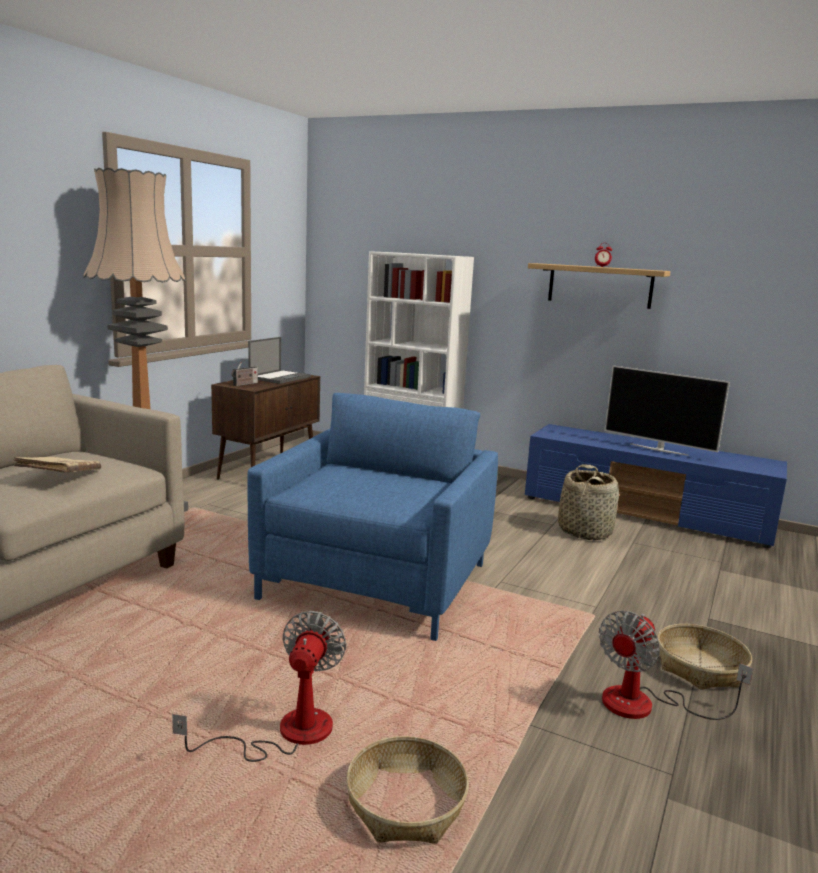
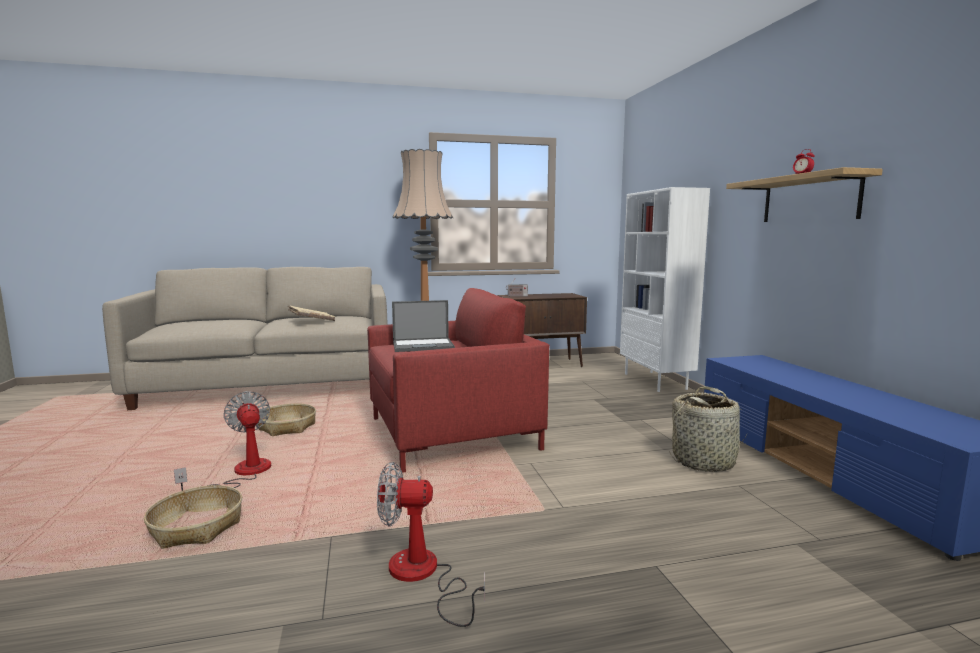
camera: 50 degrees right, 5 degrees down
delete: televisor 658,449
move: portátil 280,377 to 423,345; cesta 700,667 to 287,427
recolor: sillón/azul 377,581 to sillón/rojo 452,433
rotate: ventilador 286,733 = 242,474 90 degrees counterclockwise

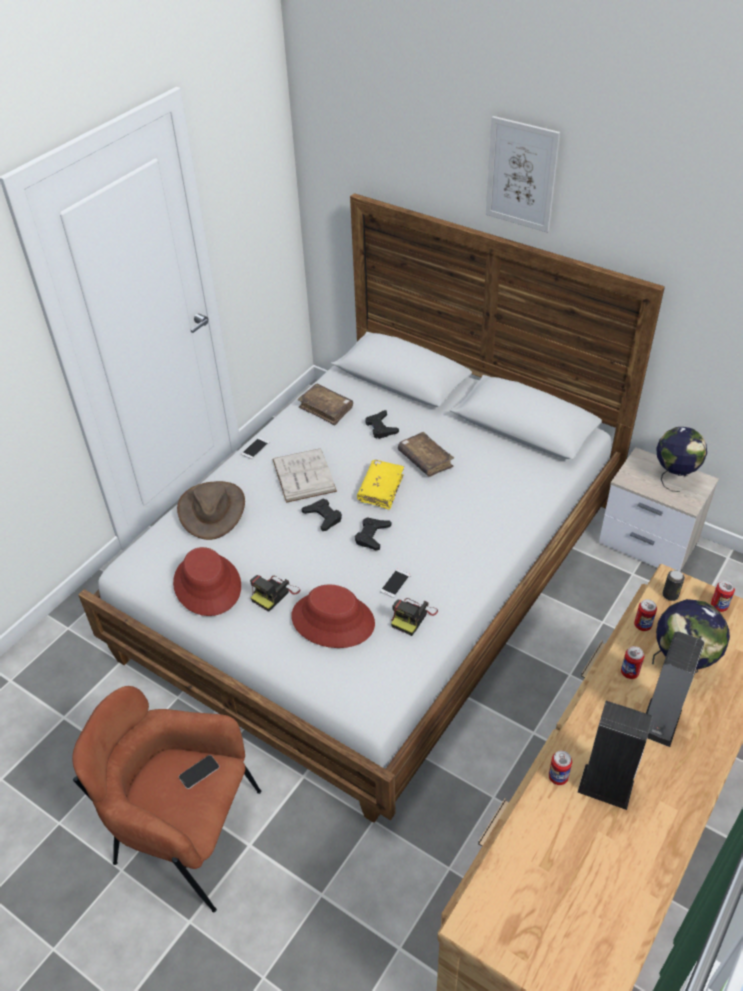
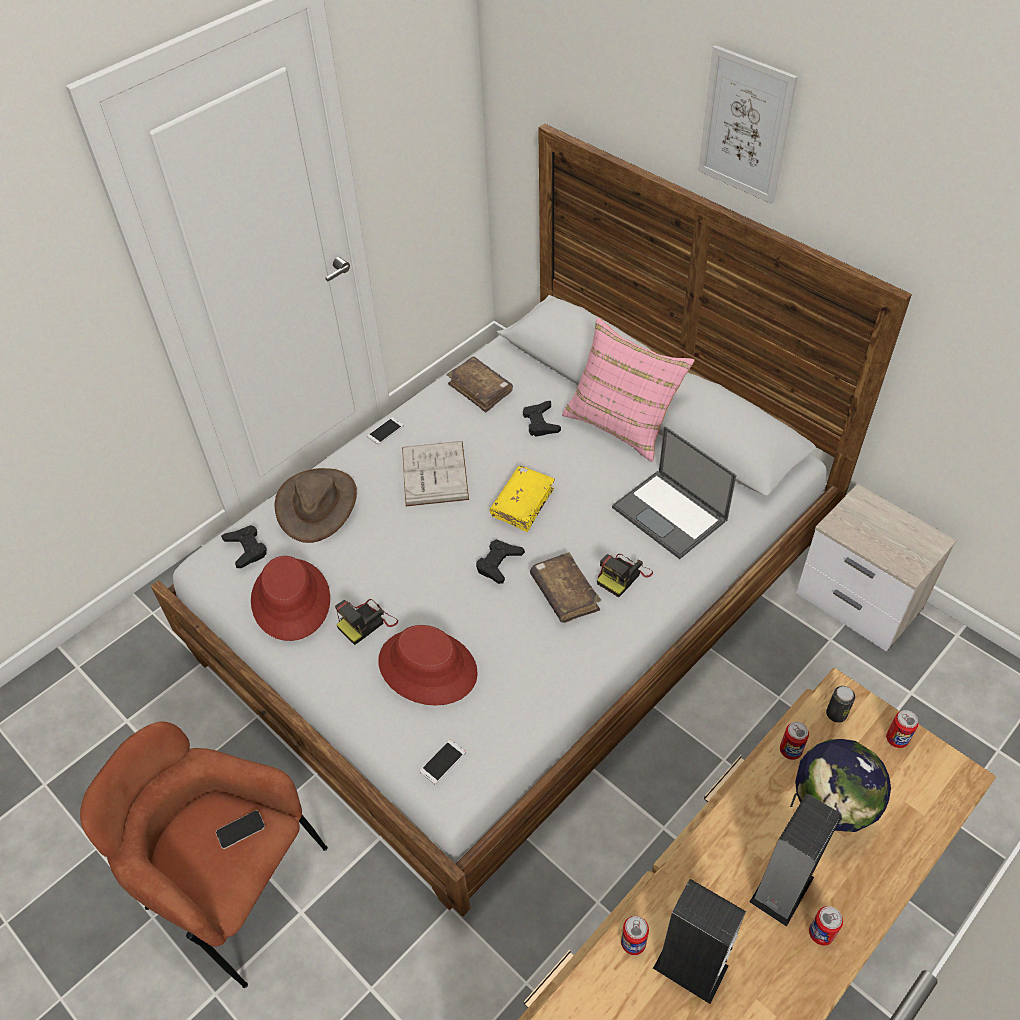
camera: 10 degrees right, 5 degrees up
delete: globo terráqueo 674,477
insert: cojín/rosa 622,422; portátil 671,514
move: mando de consola/negro 323,517 to 246,549; móvil 395,583 to 443,762; cámara 413,617 to 623,576; libro/marrón 425,460 to 564,593; lata 629,672 to 821,933

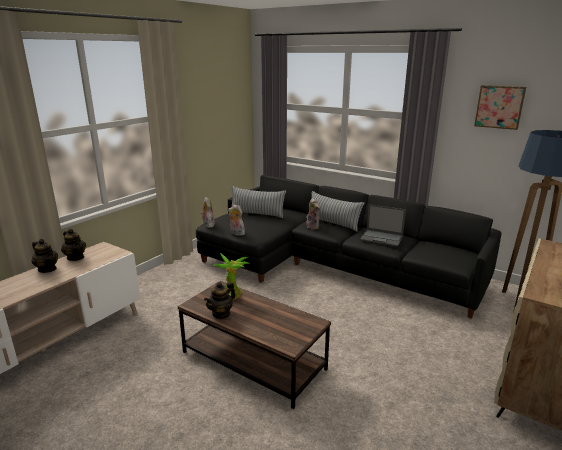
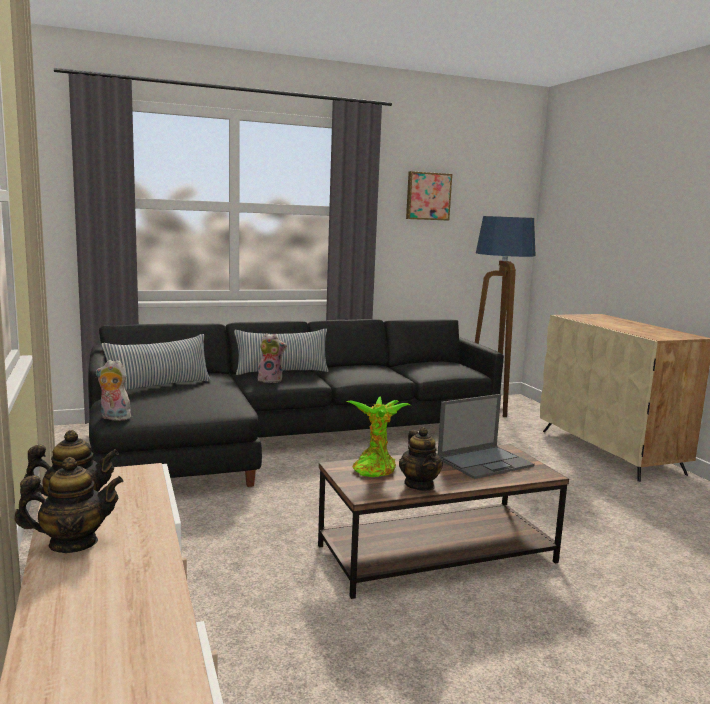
camera: 55 degrees left, 10 degrees down
delete: peluche 236,233
move: portátil 382,238 to 485,462

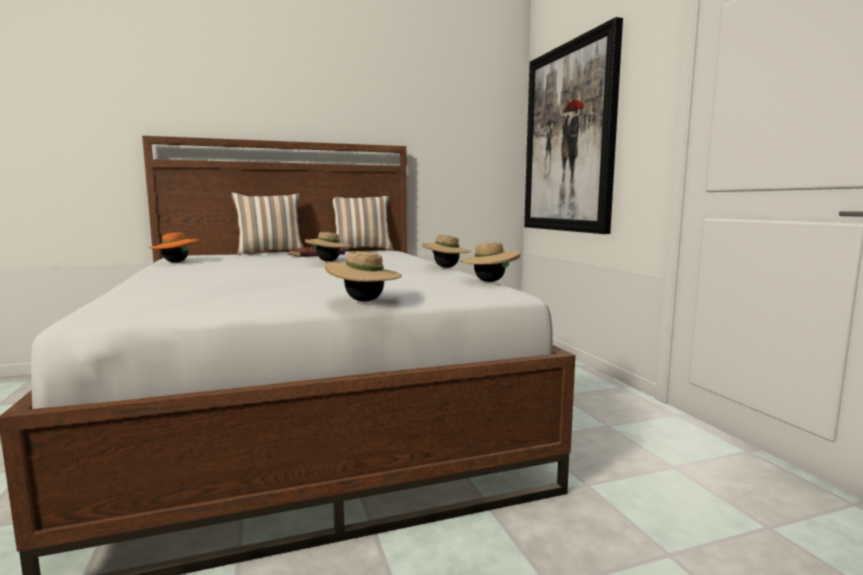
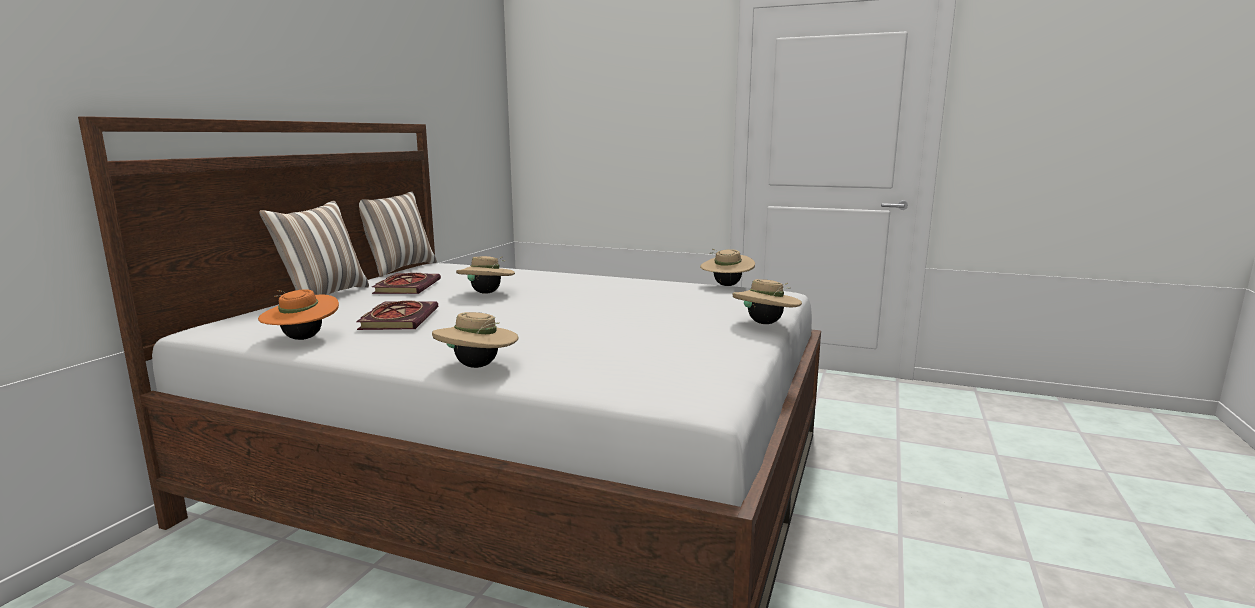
camera: 50 degrees left, 5 degrees up
delete: cuadro 569,139
insert: libro 398,319
move: sombrero/beis 446,267 to 478,366

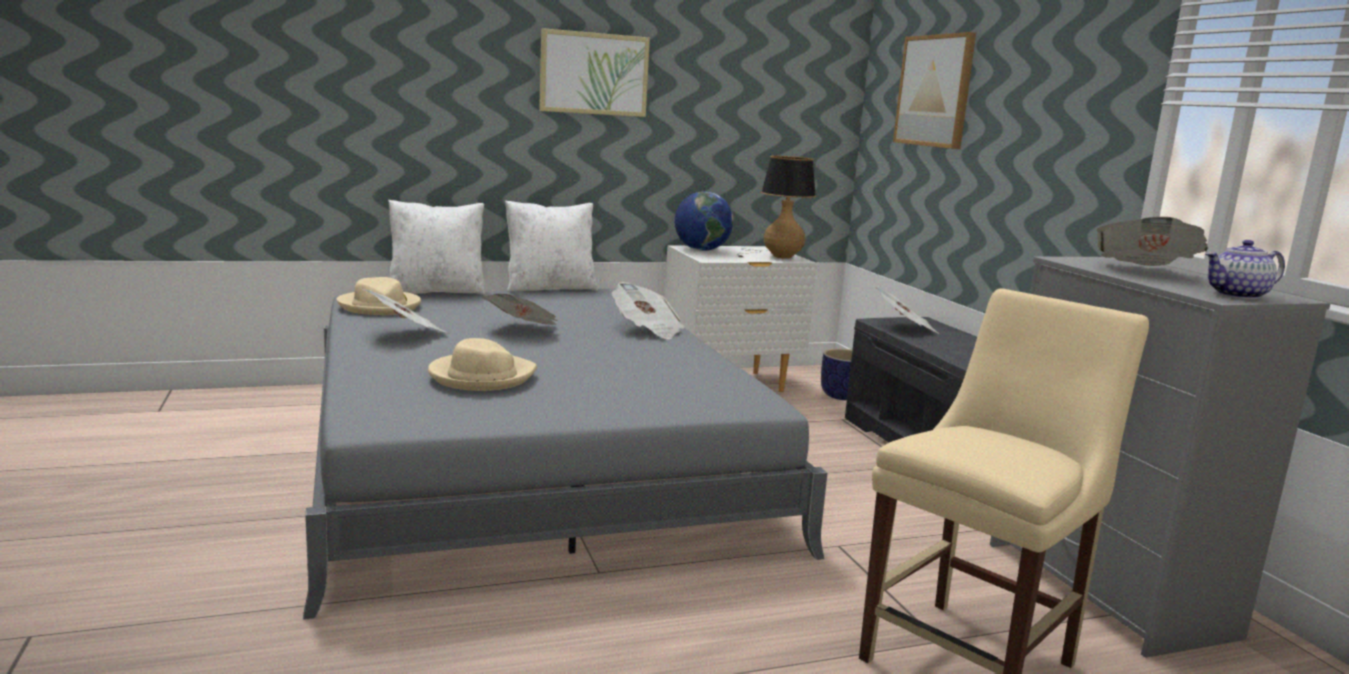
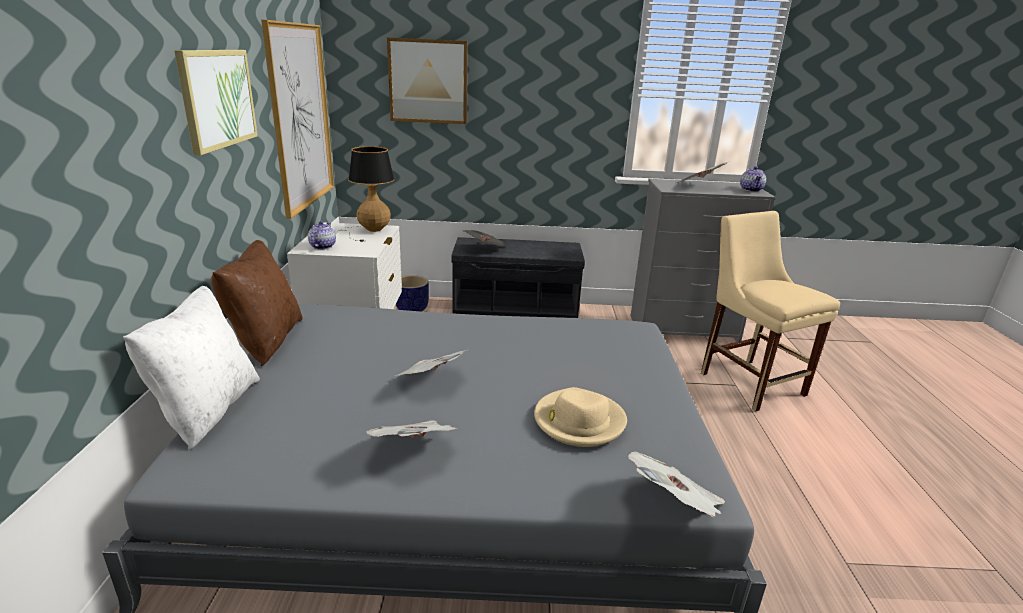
camera: 70 degrees left, 10 degrees up
delete: sombrero/beis 380,306
insert: cuadro 301,117
move: periódico 647,330 to 675,504
replace: globo terráqueo 701,250 to tetera 322,246
recolor: cojín/blanco 550,288 to cojín/marrón 265,340

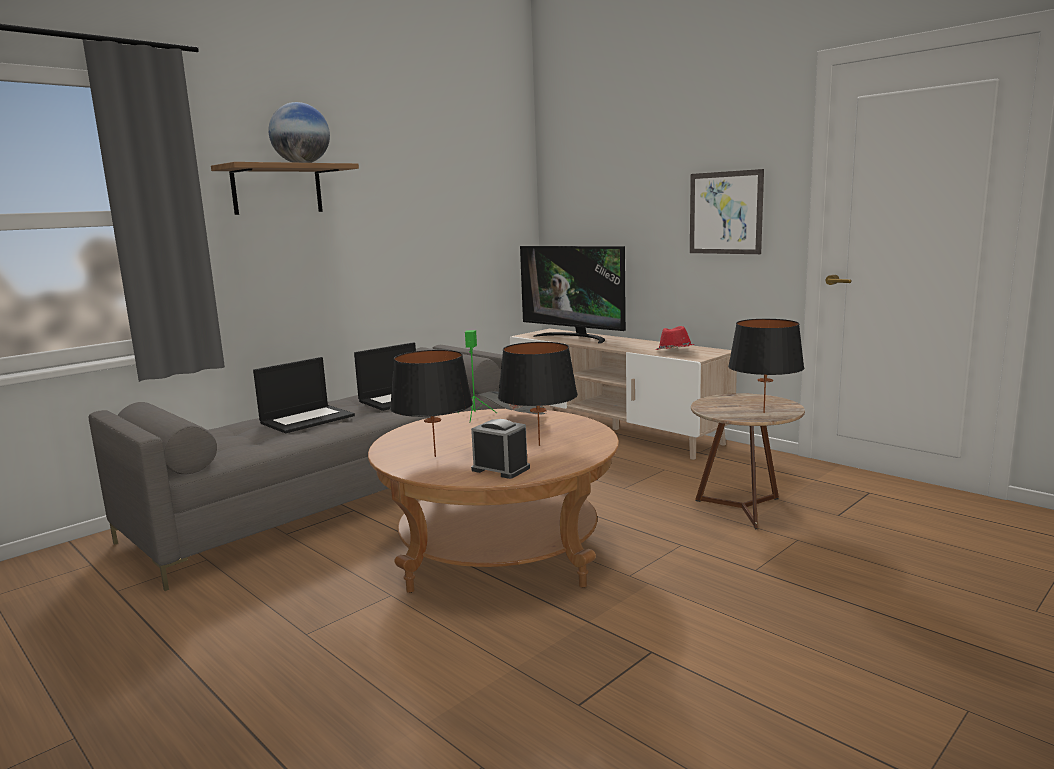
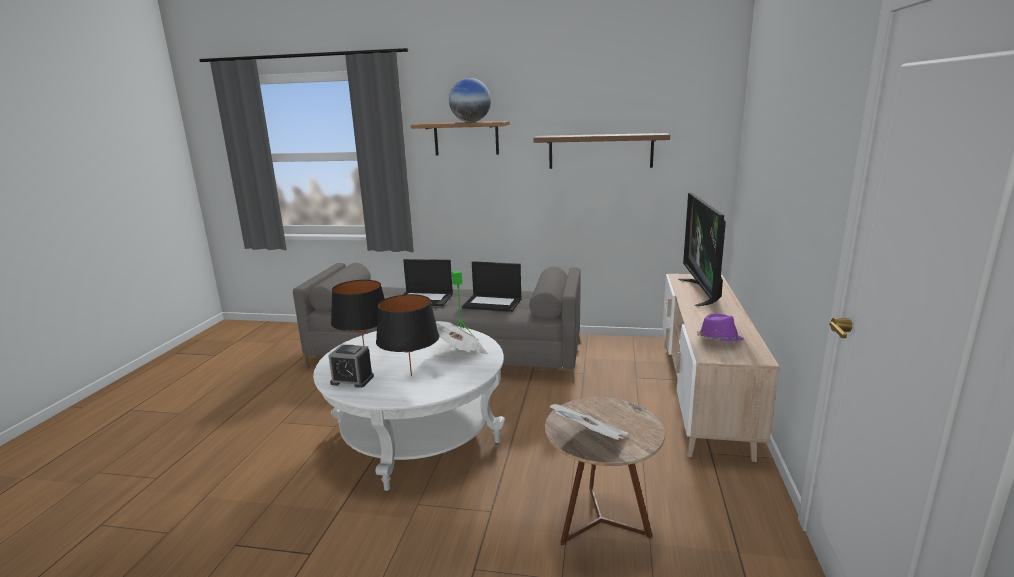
camera: 55 degrees right, 5 degrees up
delete: cuadro 725,213
insert: estante/marrón 600,151
replace: lámpara de mesa/negro 764,412 to periódico 590,440
recolor: mesa de centro/marrón 499,550 to mesa de centro/blanco 418,436; sombrero/rojo 674,351 to sombrero/morado 718,341
rotate: despertador 500,469 = 352,380 105 degrees clockwise

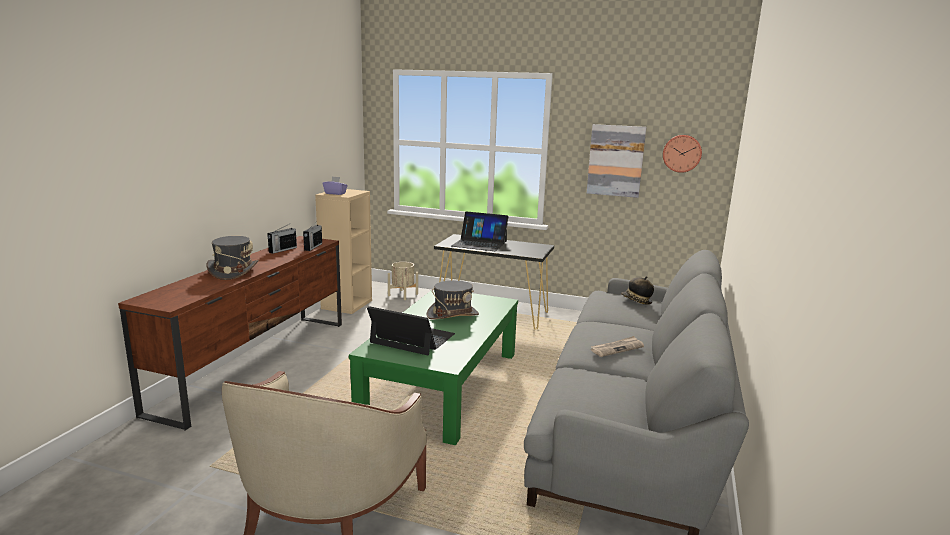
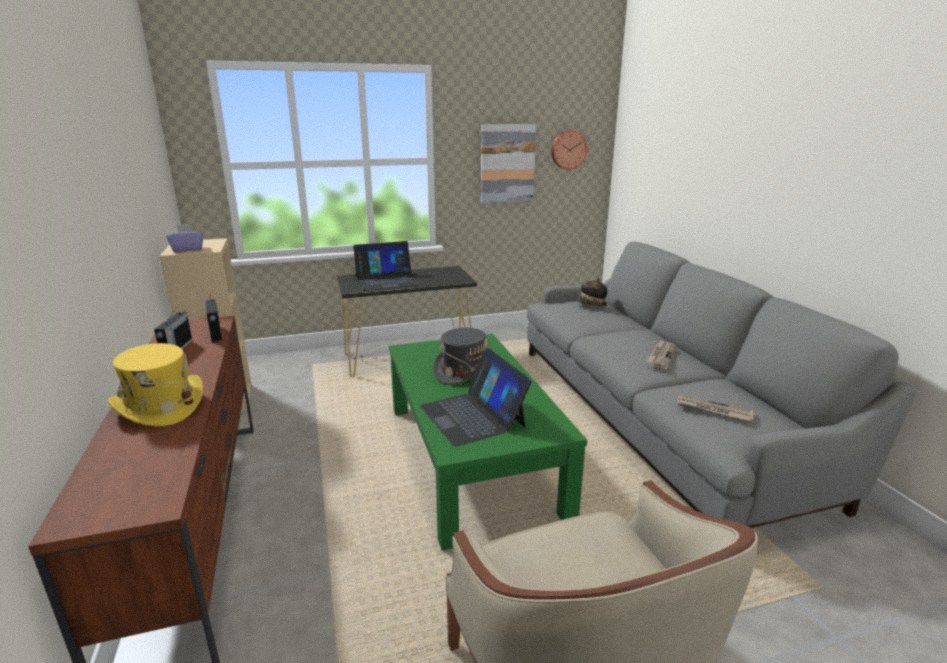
camera: 35 degrees left, 5 degrees up
delete: maceta/beis 403,295
insert: periódico 713,410
recolor: sombrero/gris 233,271 to sombrero/amarillo 160,406
rotate: portátil 412,338 = 473,415 105 degrees counterclockwise

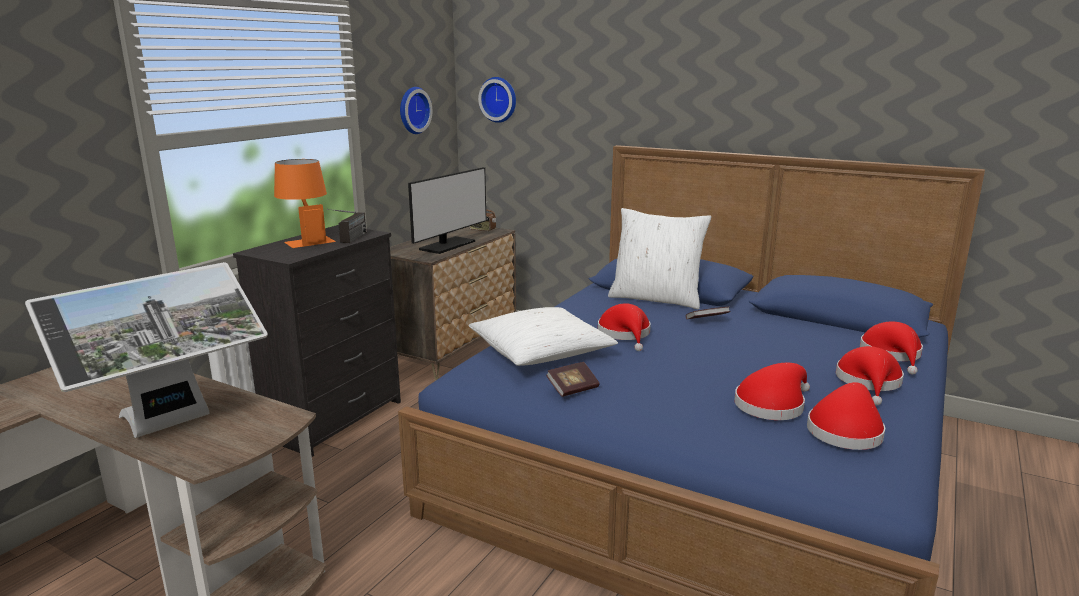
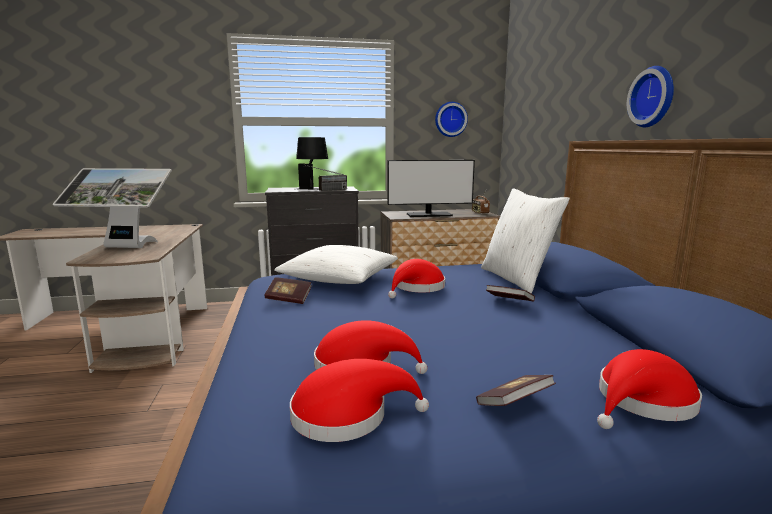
camera: 50 degrees right, 5 degrees down
move: reloj de pared 499,99 to 654,97
replace: sombrero/rojo 869,382 to libro 514,403
recolor: lámpara de mesa/naranja 306,240 to lámpara de mesa/negro 312,188

